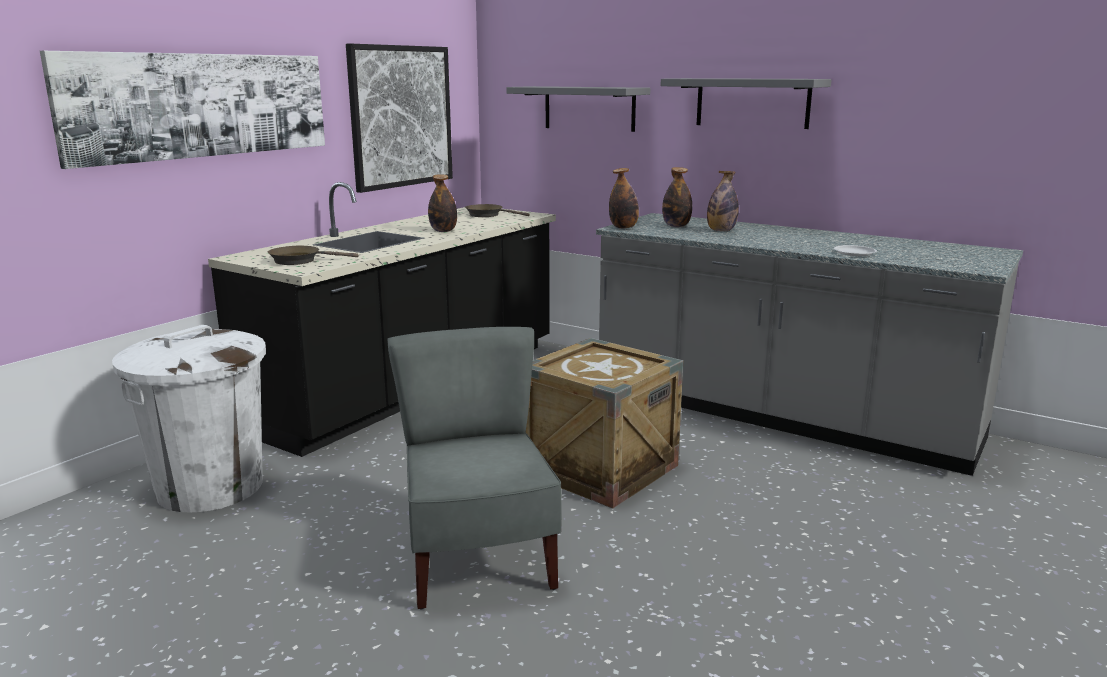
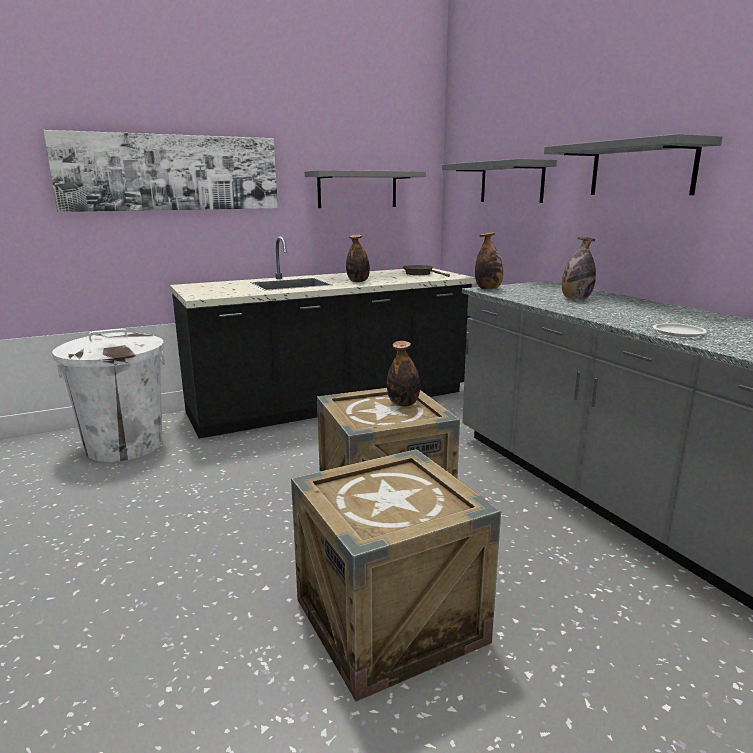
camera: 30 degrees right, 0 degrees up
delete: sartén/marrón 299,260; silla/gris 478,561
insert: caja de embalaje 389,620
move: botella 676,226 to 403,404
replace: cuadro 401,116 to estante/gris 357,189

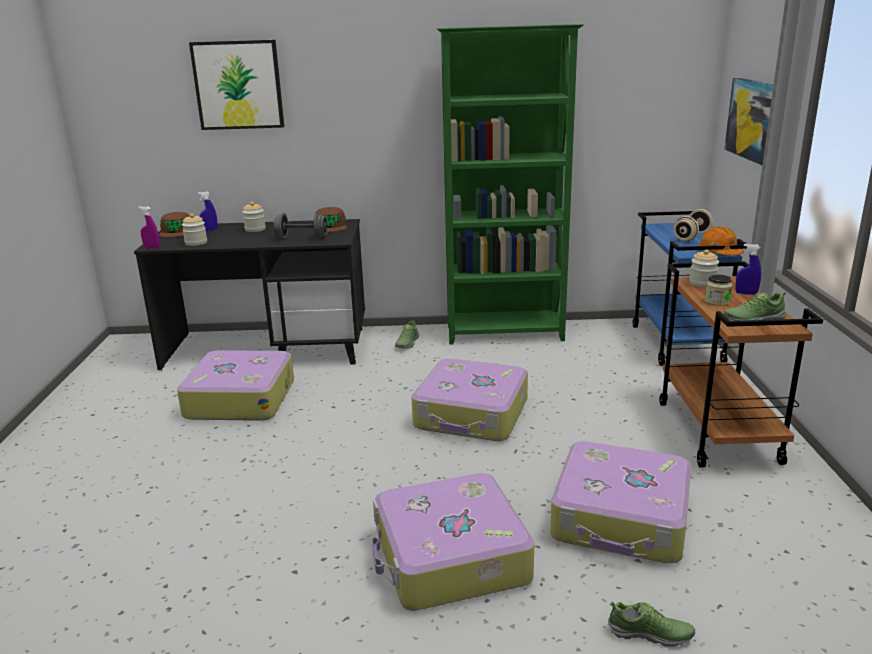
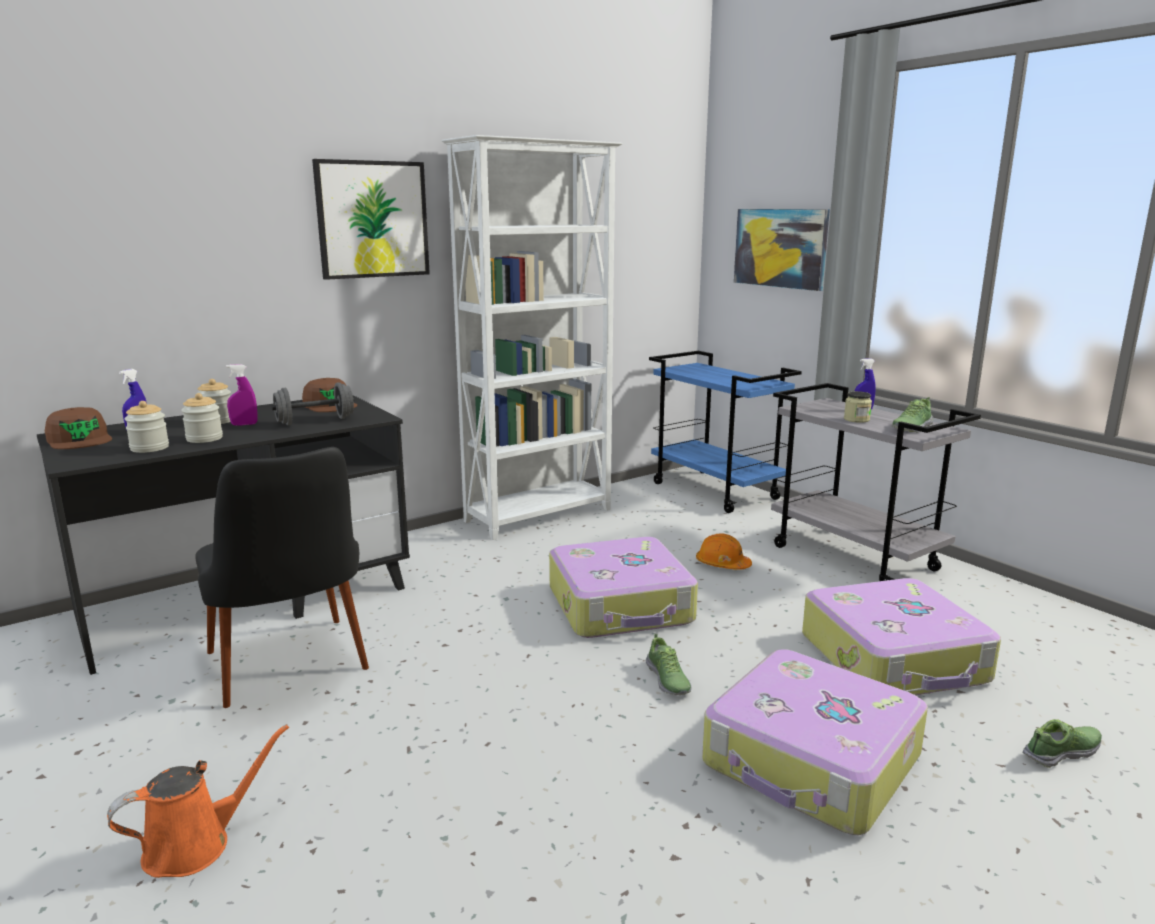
camera: 35 degrees left, 5 degrees down
delete: mancuerna/beis 692,237
insert: regadera/naranja 195,845
move: pulverizador/morado 152,248 to 244,424; cuadro 238,85 to 372,219; zapato 407,343 to 667,680; tarro 702,283 to 204,438; casco/naranja 719,253 to 722,564
replace: maleta 240,399 to silla/negro 293,674
recolor: estantería/verde 506,334 to estantería/blanco 540,516; carrito/marrón 719,433 to carrito/gris 856,558

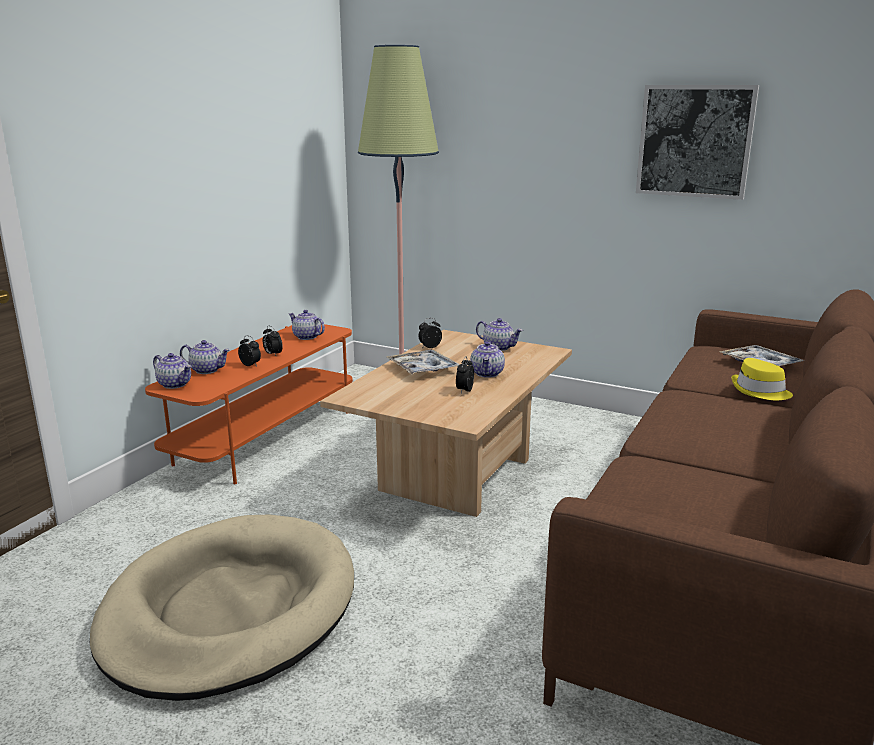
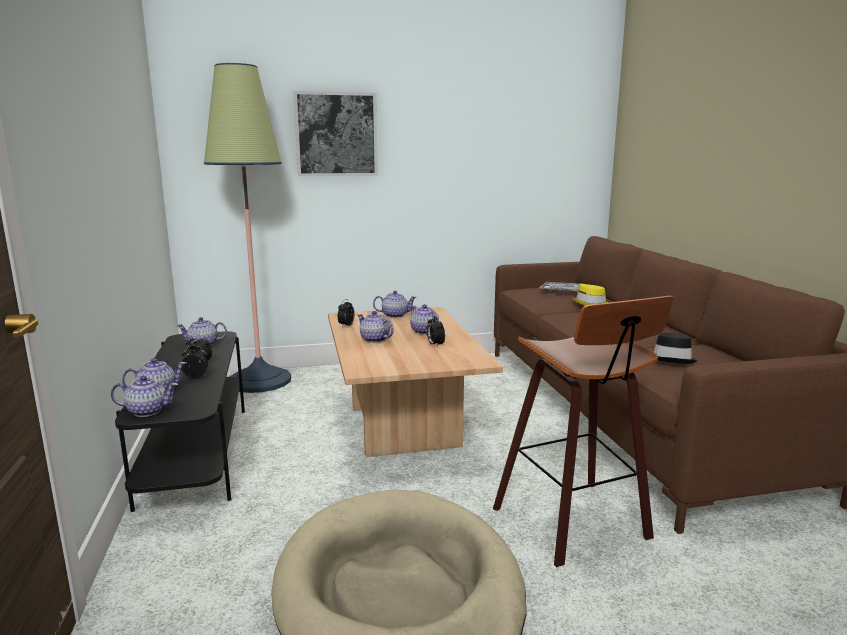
camera: 40 degrees left, 5 degrees down
insert: taburete 576,524; sombrero/negro 671,359
move: cuadro 695,141 to 336,134
replace: bandeja 422,369 to tetera 374,339
recolor: mueble de televisión/naranja 266,437 to mueble de televisión/negro 196,453

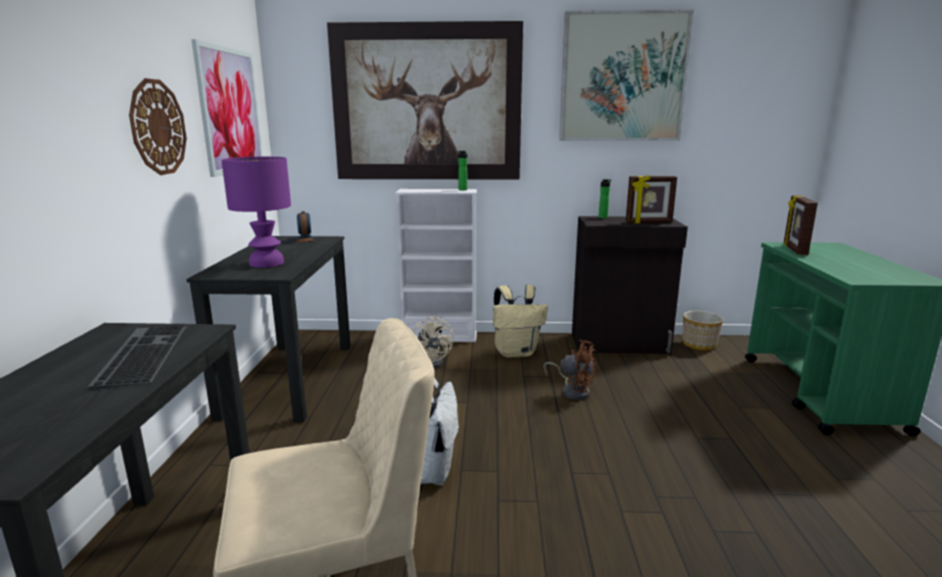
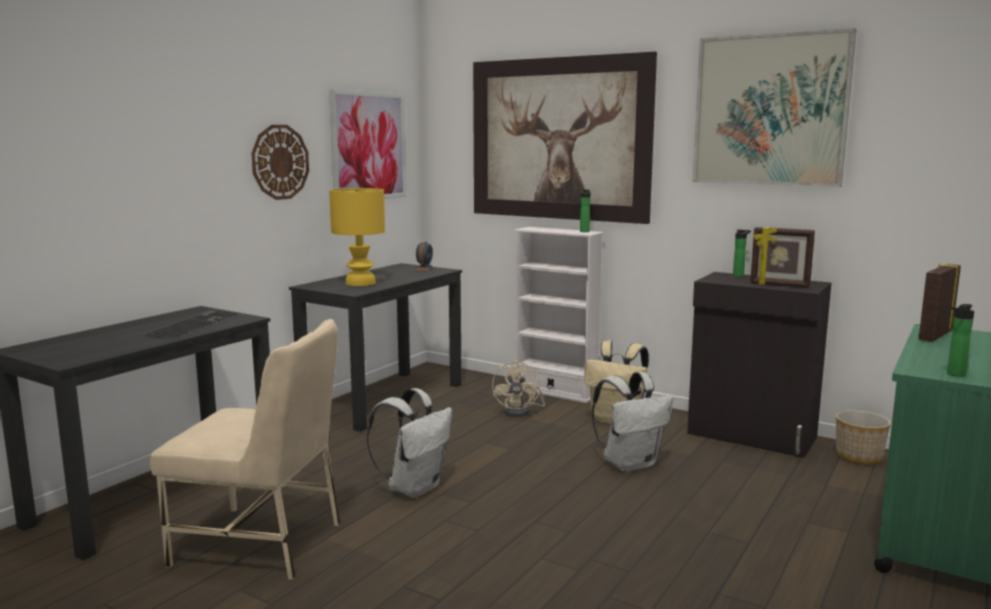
camera: 30 degrees right, 5 degrees down
insert: botella 954,374
replace: ventilador/marrón 573,391 to mochila/blanco 630,463
recolor: lámpara de mesa/morado 266,263 to lámpara de mesa/amarillo 359,283

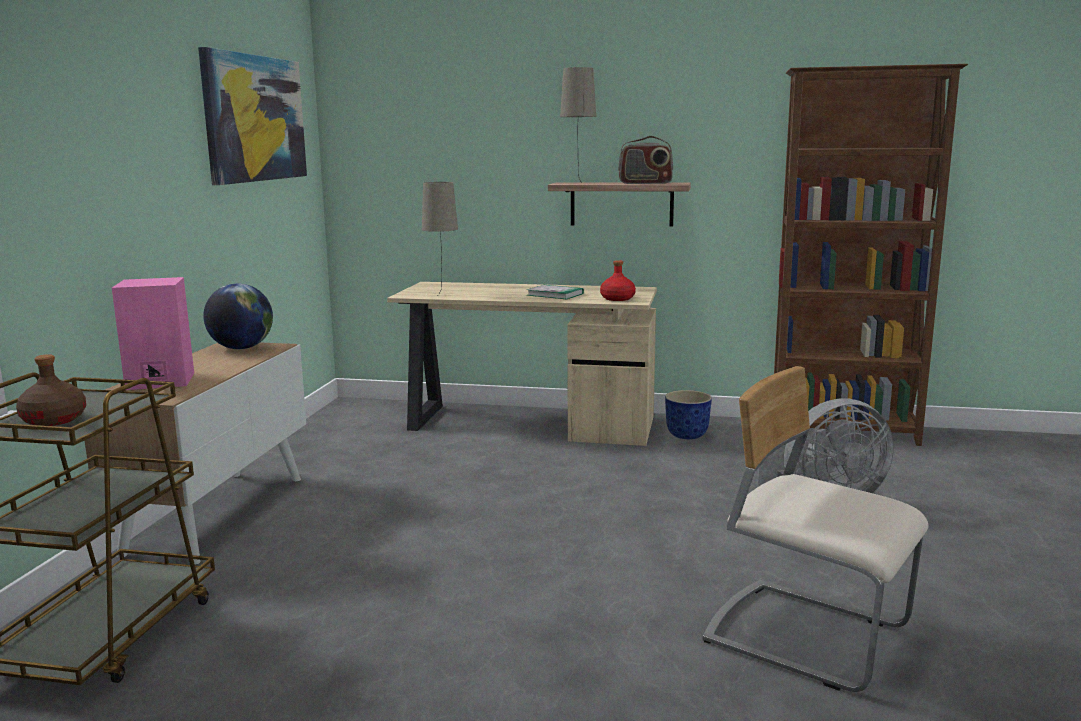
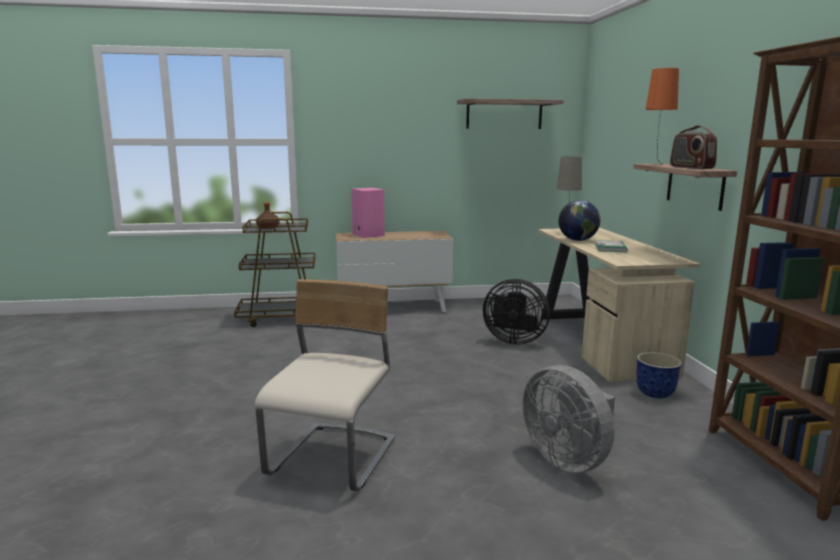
camera: 70 degrees right, 0 degrees up
delete: botella/rojo 617,298
insert: ventilador/negro 513,340
move: globo terráqueo 241,348 to 577,240
replace: cuadro 255,118 to estante 504,114
recolor: lámpara de mesa/beis 578,183 to lámpara de mesa/naranja 655,164

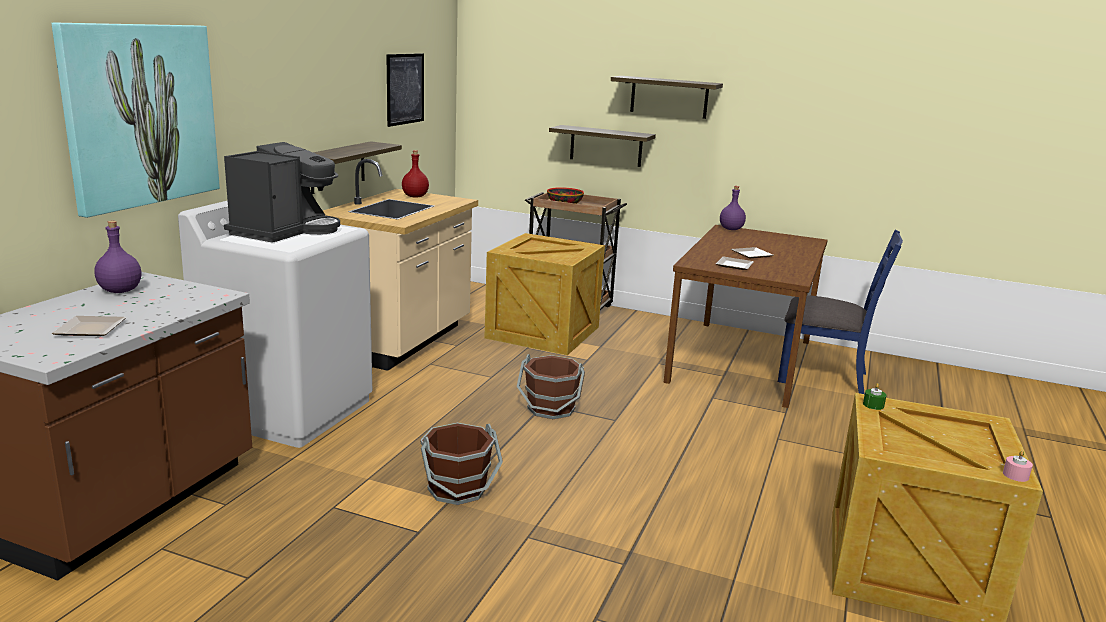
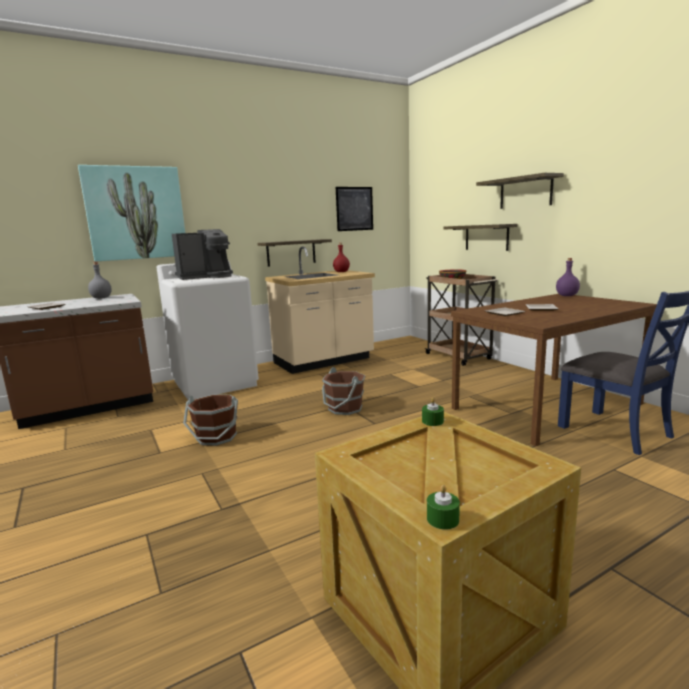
camera: 40 degrees right, 5 degrees down
delete: caja de embalaje 545,332
recolor: botella/morado 120,291 to botella/gris 101,298; vela/rosa 1015,475 to vela/verde 442,519

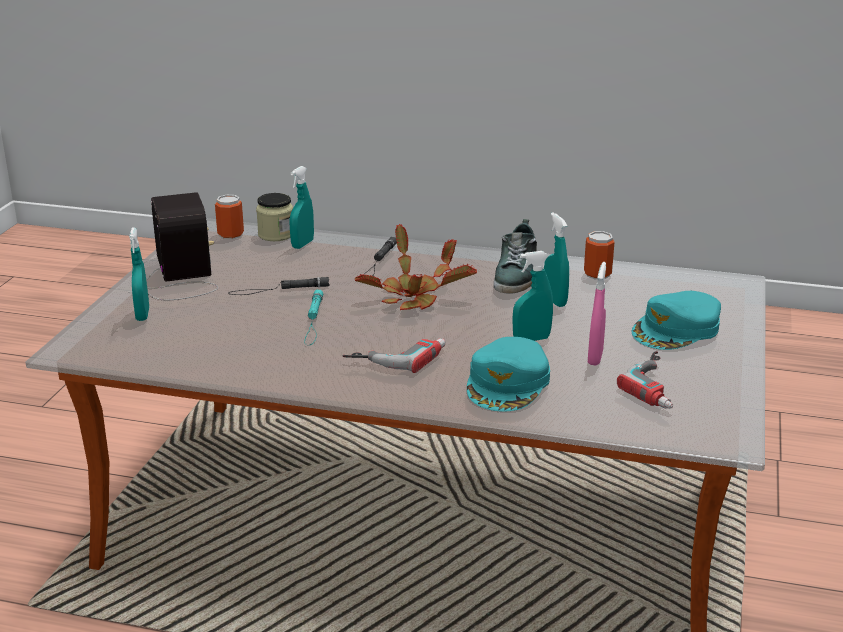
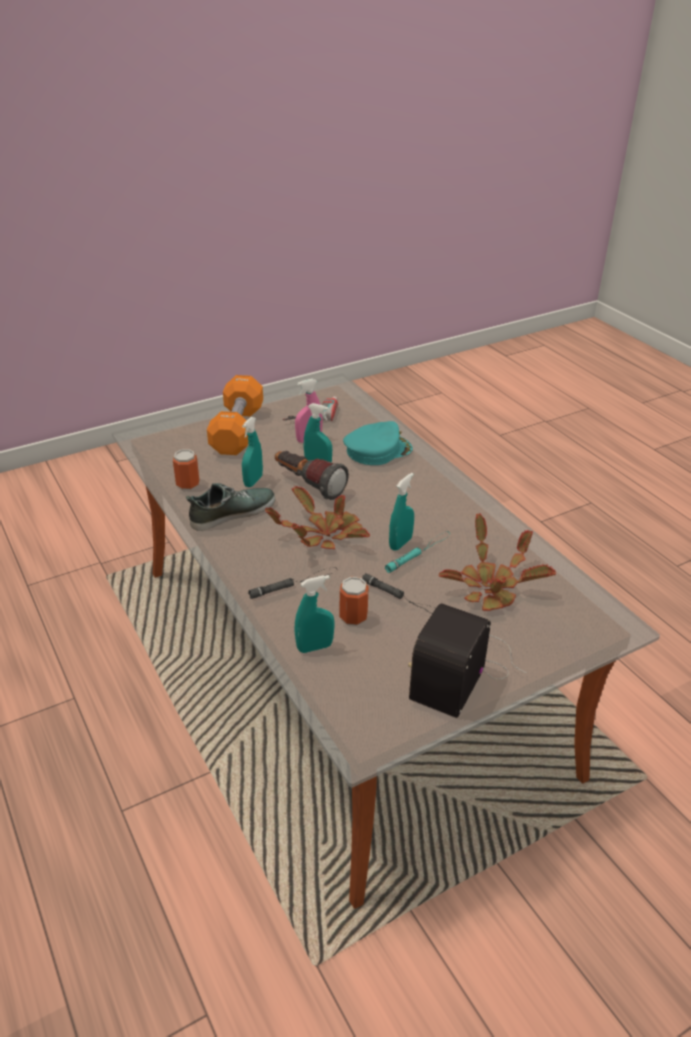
camera: 135 degrees left, 10 degrees up
delete: tarro 276,234; taladro 396,355
insert: linterna 308,485; planta en maceta 491,586
move: pulverizador/turquesa 142,315 to 400,543; lata 230,235 to 353,617
replace: gorra/turquesa 676,330 to mancuerna/naranja 237,430

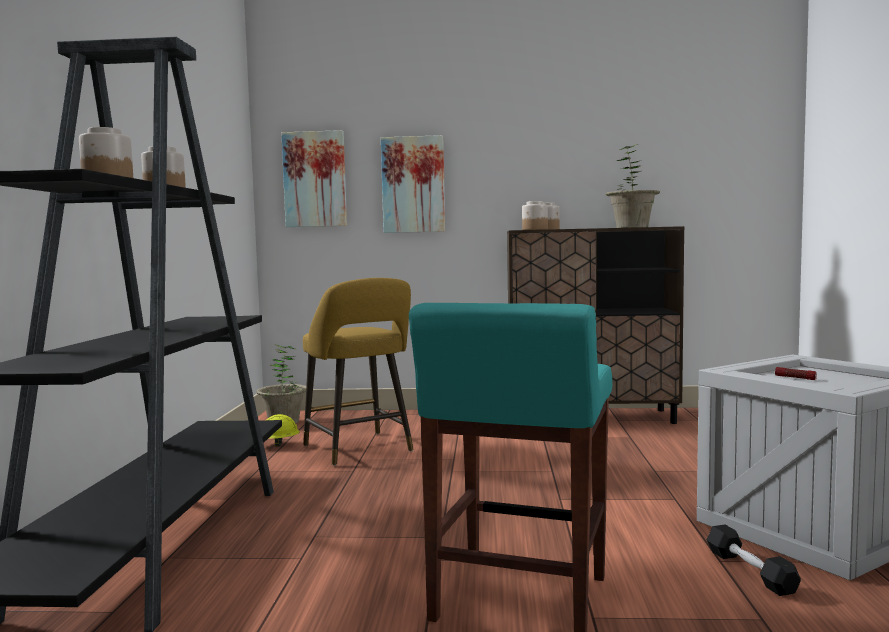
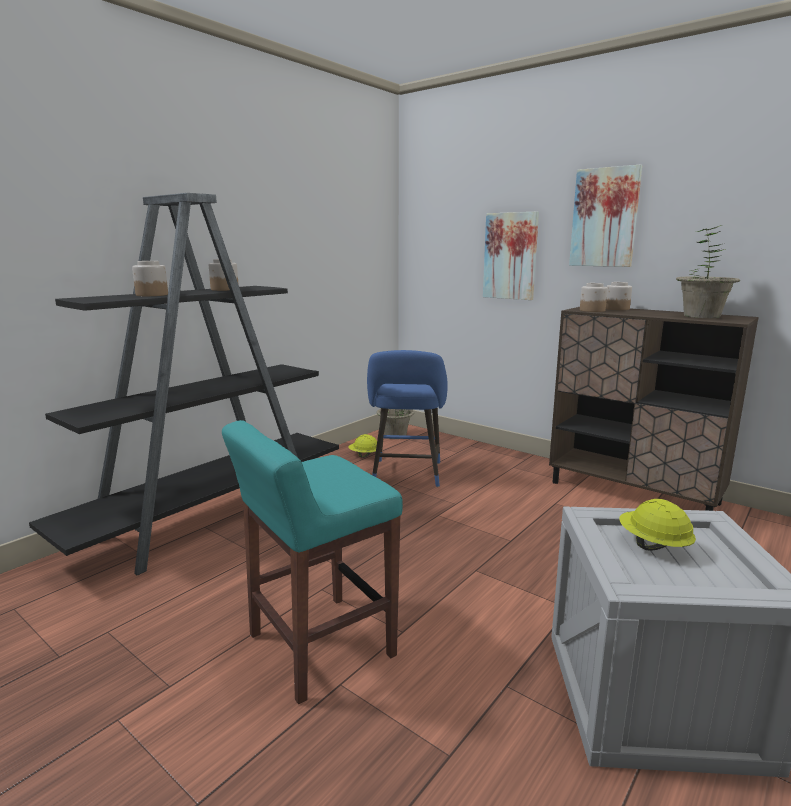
camera: 35 degrees right, 10 degrees up
delete: mancuerna/negro 750,571
move: cuadro 315,179 to 604,218
replace: linterna 795,378 to casco/amarillo 653,545
recolor: taburete/amarillo 360,450 to taburete/azul 406,475

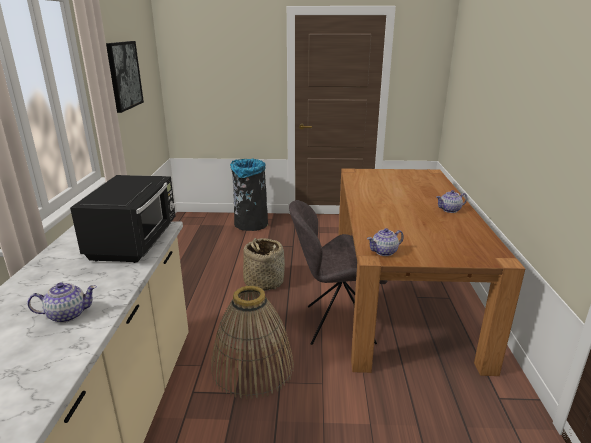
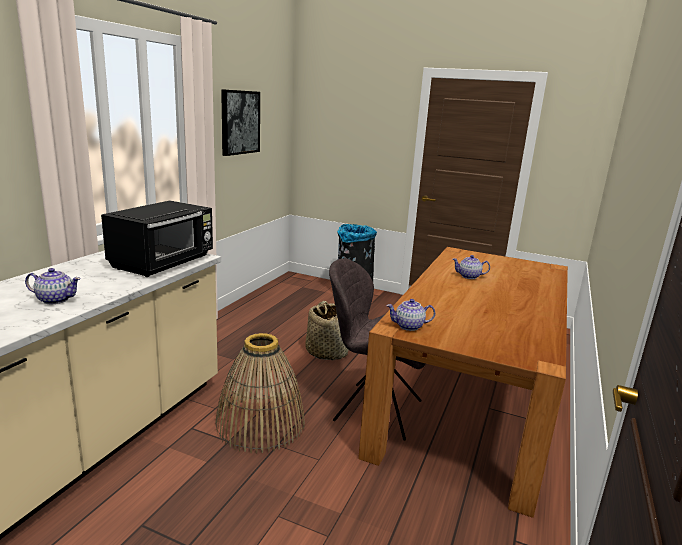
camera: 20 degrees right, 5 degrees down
move: tetera 450,210 to 469,276

